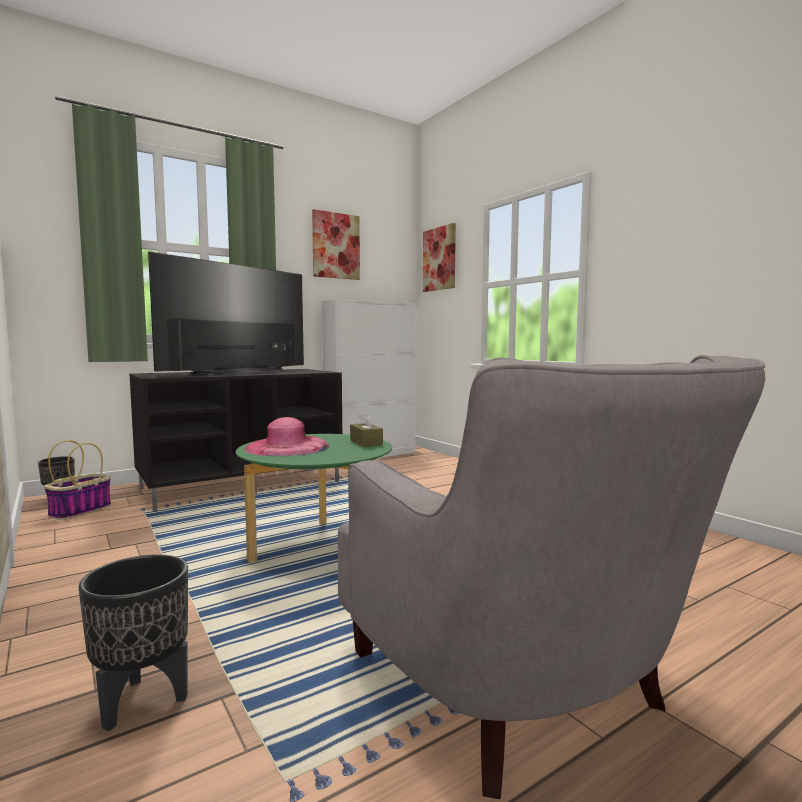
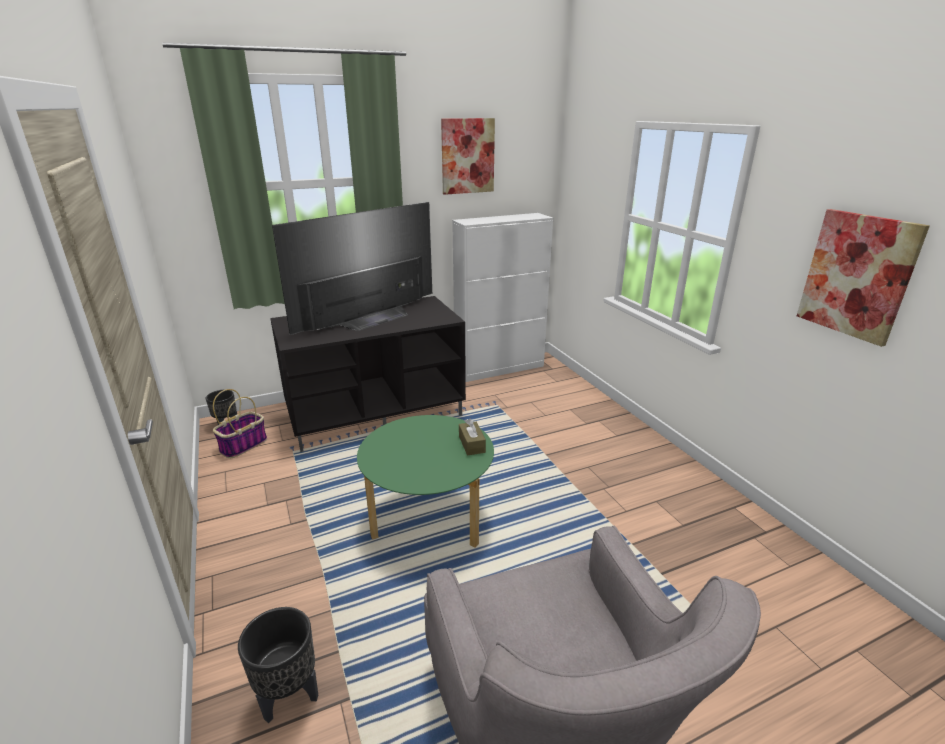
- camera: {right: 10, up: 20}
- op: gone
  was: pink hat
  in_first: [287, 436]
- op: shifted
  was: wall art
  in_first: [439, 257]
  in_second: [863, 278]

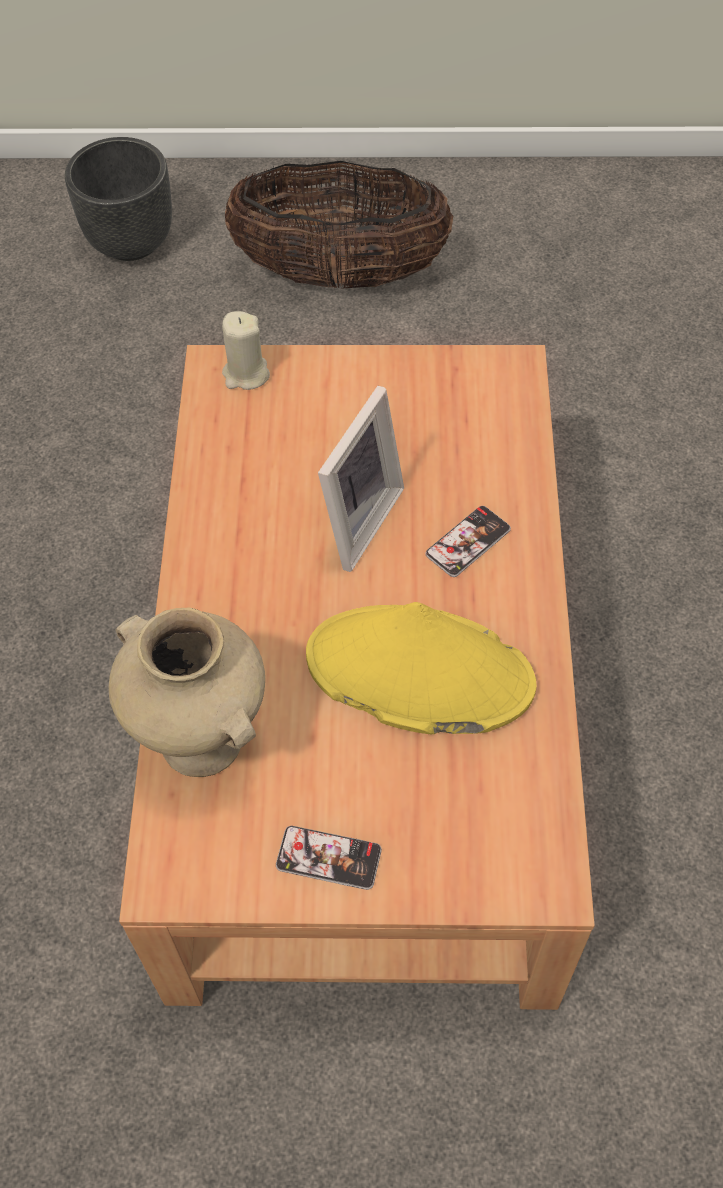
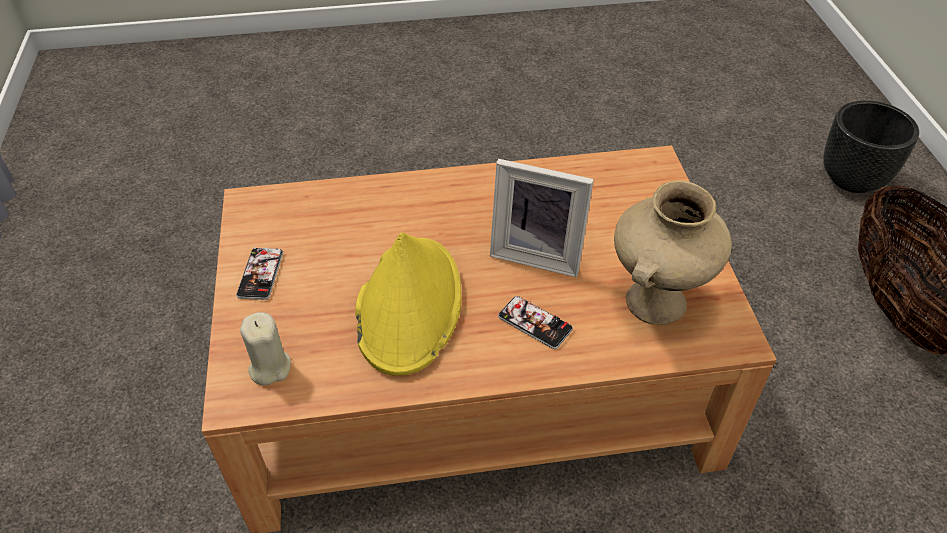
- camera: {right: 80, up: -10}
- op: shifted
  was: beige decorative vase
  in_first: [187, 692]
  in_second: [673, 253]
- op: shifted
  was: beige wax light
  in_first: [246, 350]
  in_second: [265, 348]

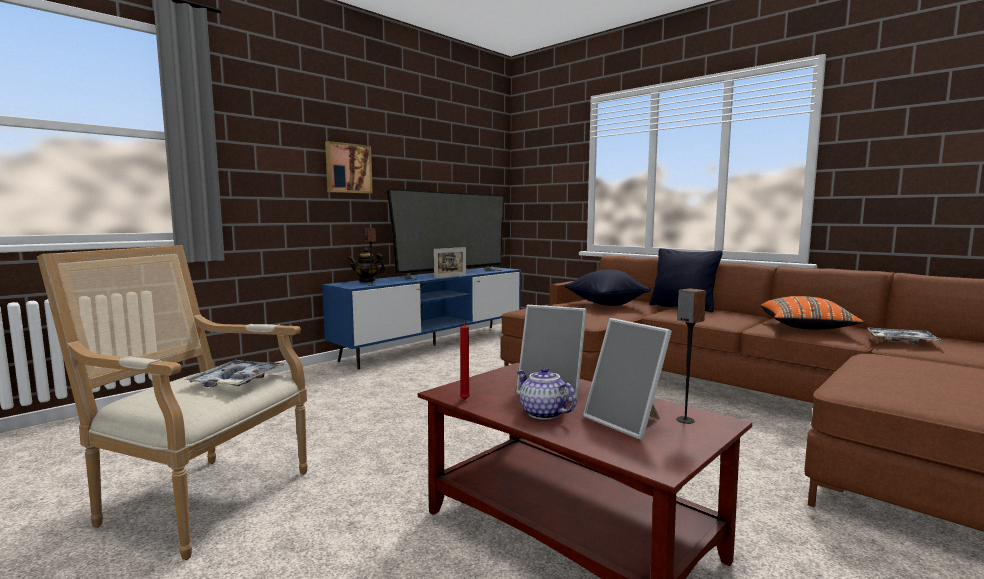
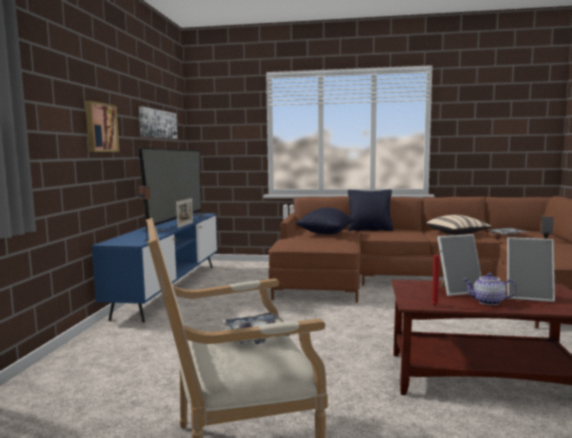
- camera: {right: -35, up: 0}
- op: gone
  was: pot for tea
  in_first: [366, 265]
- op: repainted
  was: orange-coloured throw pillow
  now: beige throw pillow
  in_first: [812, 313]
  in_second: [459, 225]
- op: new
  now: wall art
  in_second: [158, 122]

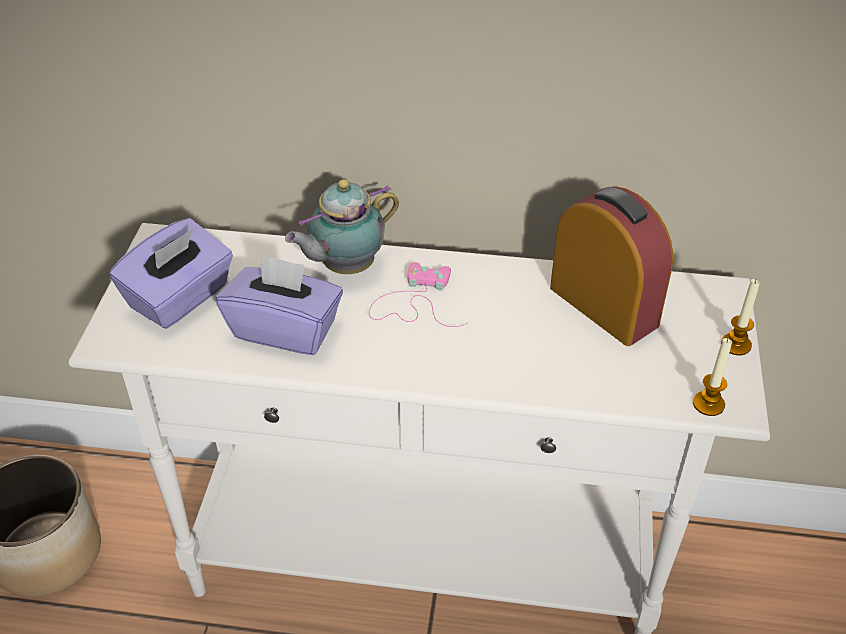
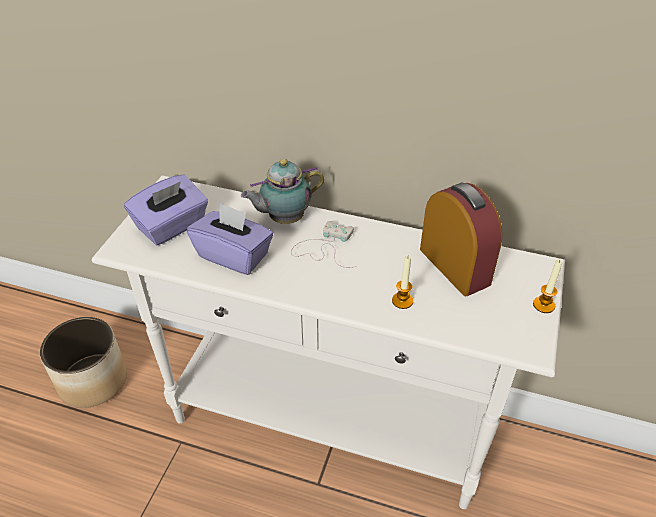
- camera: {right: 10, up: 0}
- op: repainted
  was: pink joypad
  now: white joypad
  in_first: [418, 294]
  in_second: [323, 244]
- op: shifted
  was: wax light
  in_first: [712, 377]
  in_second: [402, 282]

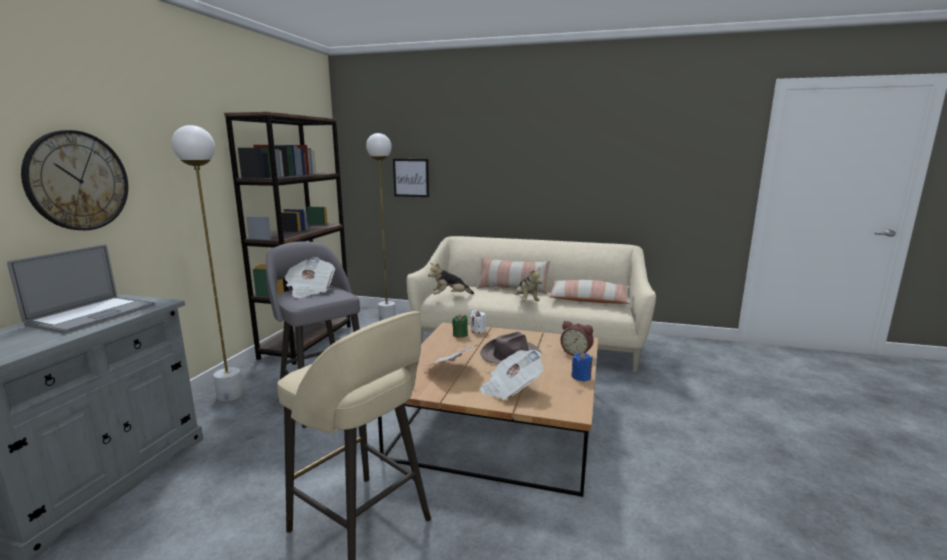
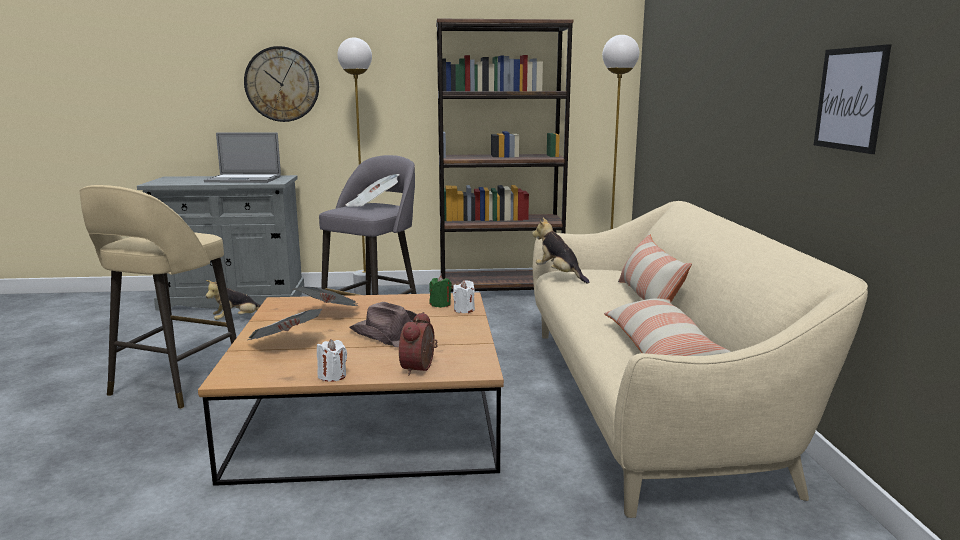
- camera: {right: 70, up: 0}
- op: shifted
  was: wall art
  in_first: [411, 178]
  in_second: [853, 99]
- op: shifted
  was: soft toy
  in_first: [527, 284]
  in_second: [233, 300]
- op: repainted
  was: blue-coloured wax light
  now: white wax light
  in_first: [582, 367]
  in_second: [332, 360]

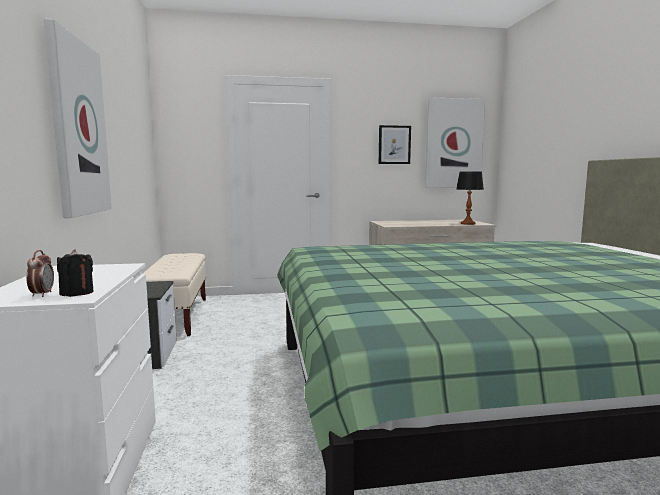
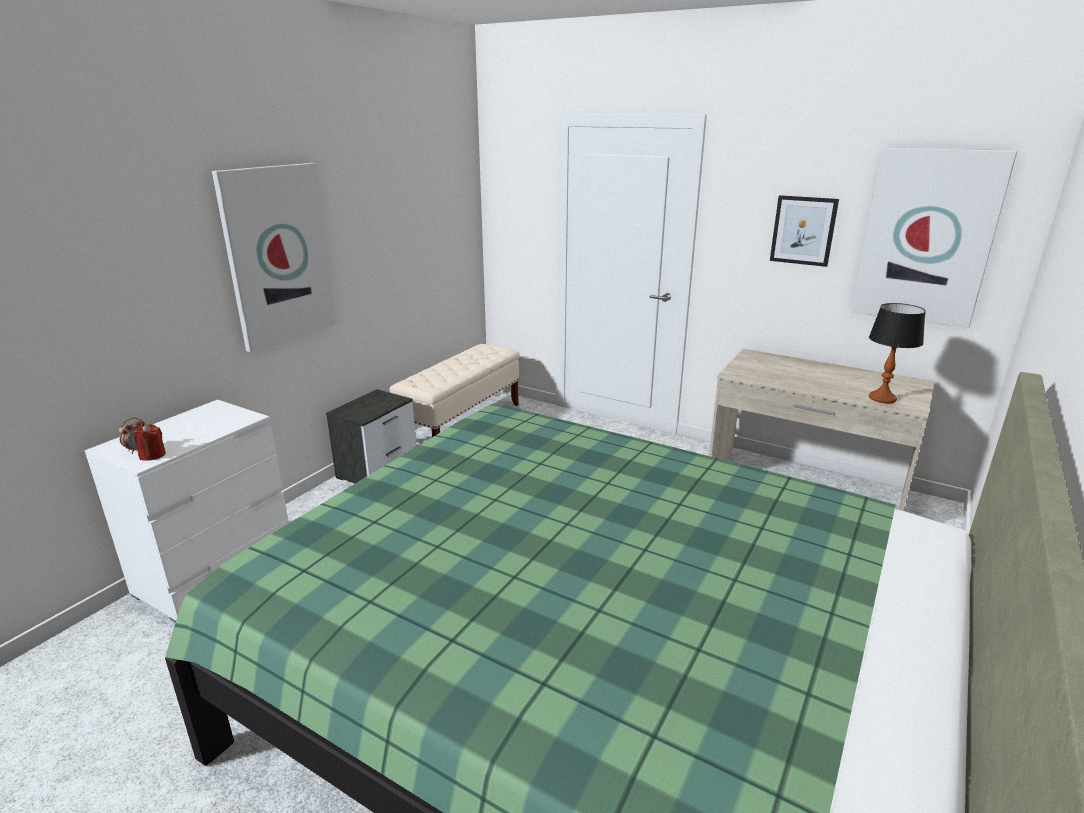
- camera: {right: 40, up: 15}
- op: repainted
  was: blackish wax light
  now: reddish wax light
  in_first: [75, 273]
  in_second: [149, 442]

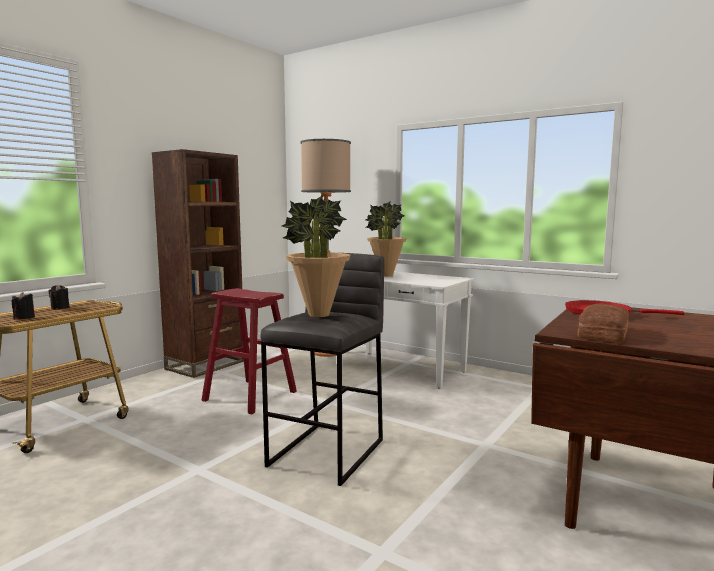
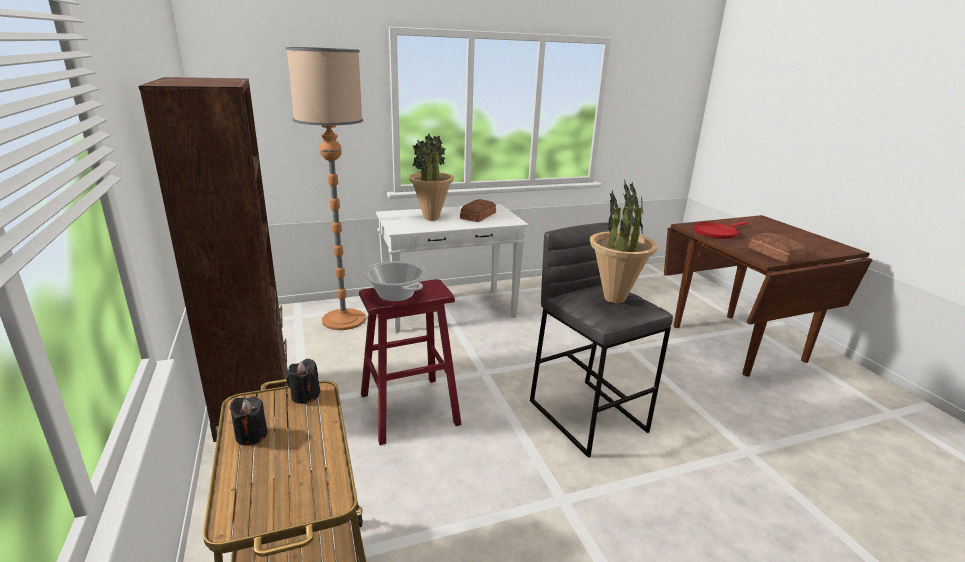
- camera: {right: -55, up: 15}
- op: shifted
  was: blackish wax light
  in_first: [23, 306]
  in_second: [303, 381]
- op: new
  now: saucepot
  in_second: [395, 281]
- op: new
  now: bakery bread
  in_second: [478, 210]

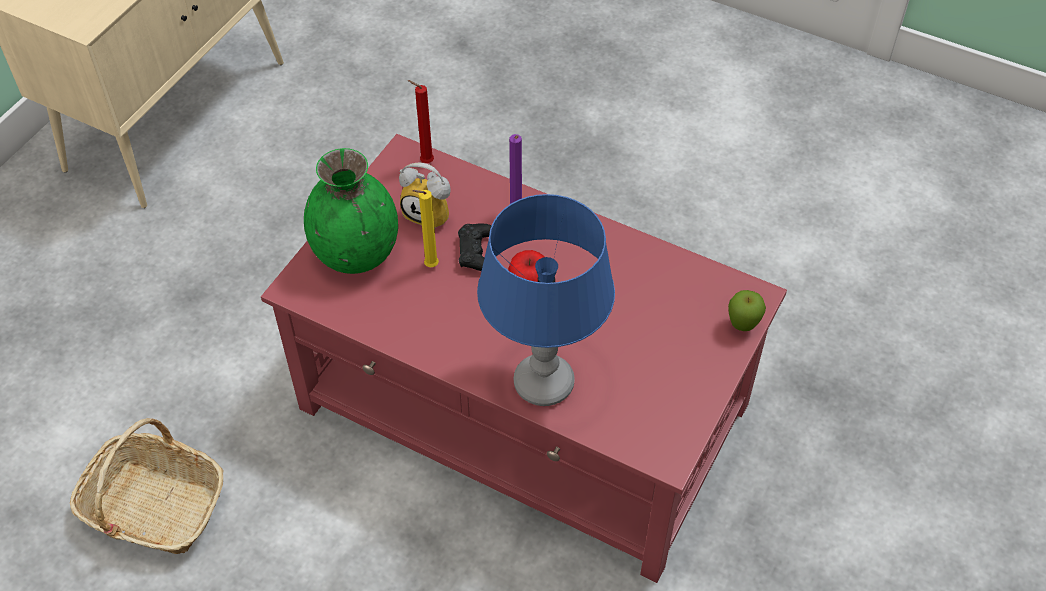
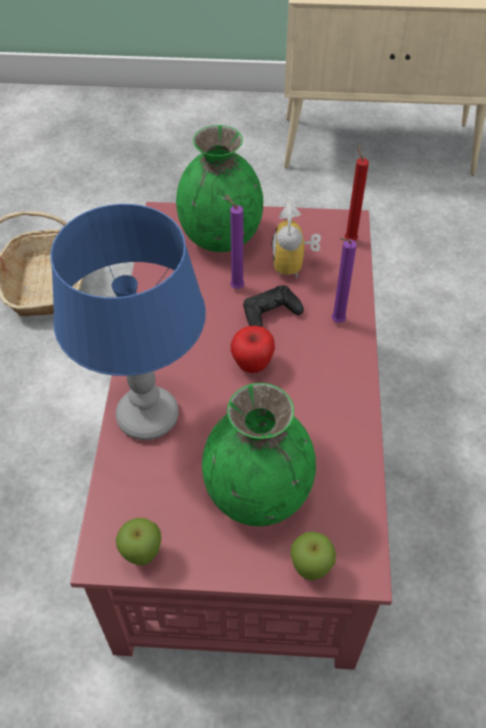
- camera: {right: 65, up: 0}
- op: repainted
  was: yellowish wax light
  now: purple-coloured wax light
  in_first: [425, 228]
  in_second: [235, 241]
- op: new
  now: whole apple
  in_second: [138, 541]
- op: new
  now: green decorative vase
  in_second: [259, 454]

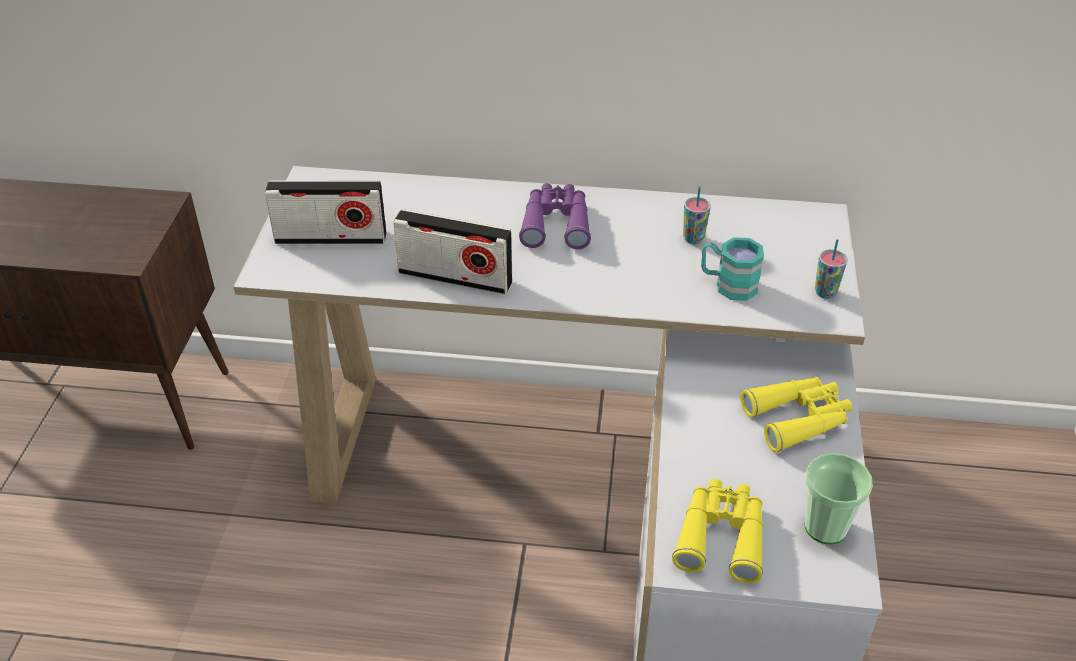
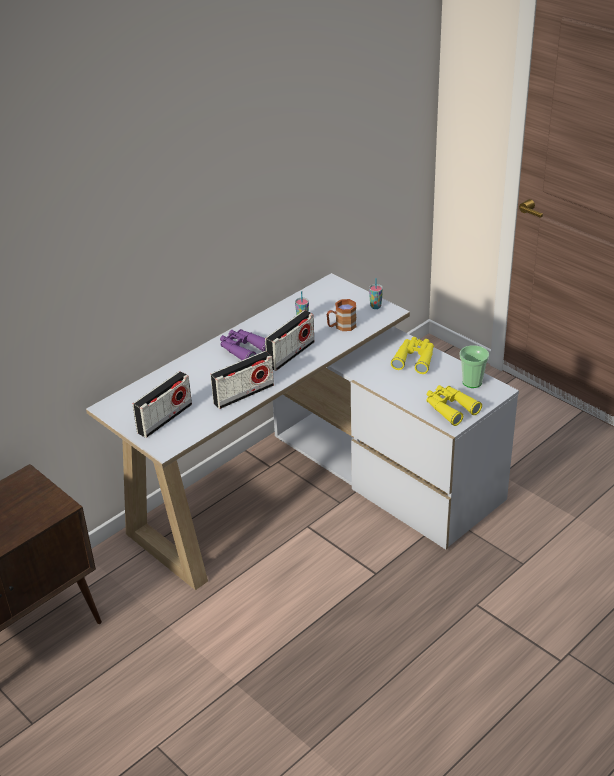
- camera: {right: -50, up: -5}
- op: repainted
  was: blue-green tea mug
  now: brown tea mug
  in_first: [732, 269]
  in_second: [342, 315]
- op: new
  now: radio set
  in_second: [289, 340]

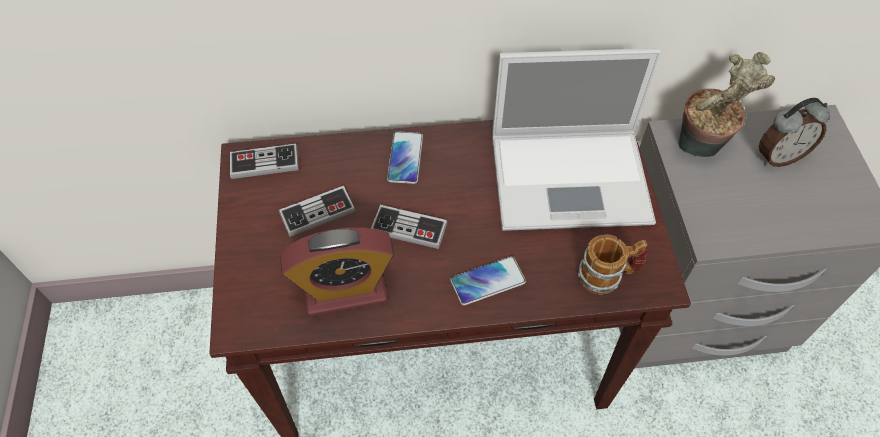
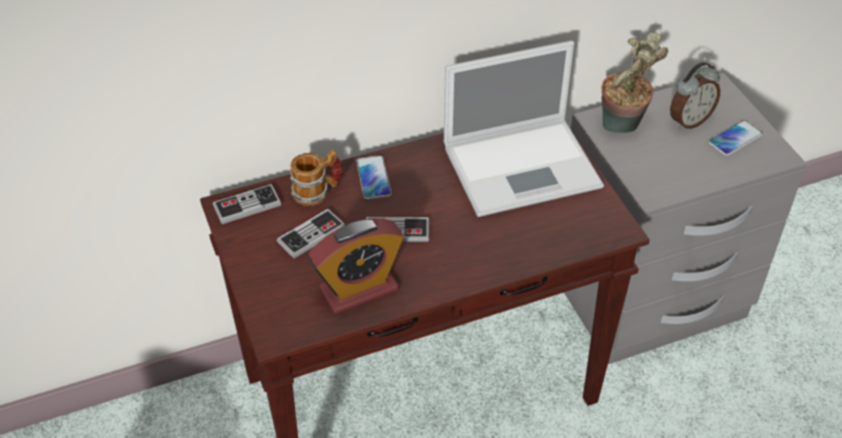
- camera: {right: -15, up: -10}
- op: shifted
  was: phone
  in_first: [488, 280]
  in_second: [735, 138]
- op: shifted
  was: tea mug
  in_first: [612, 264]
  in_second: [316, 178]

